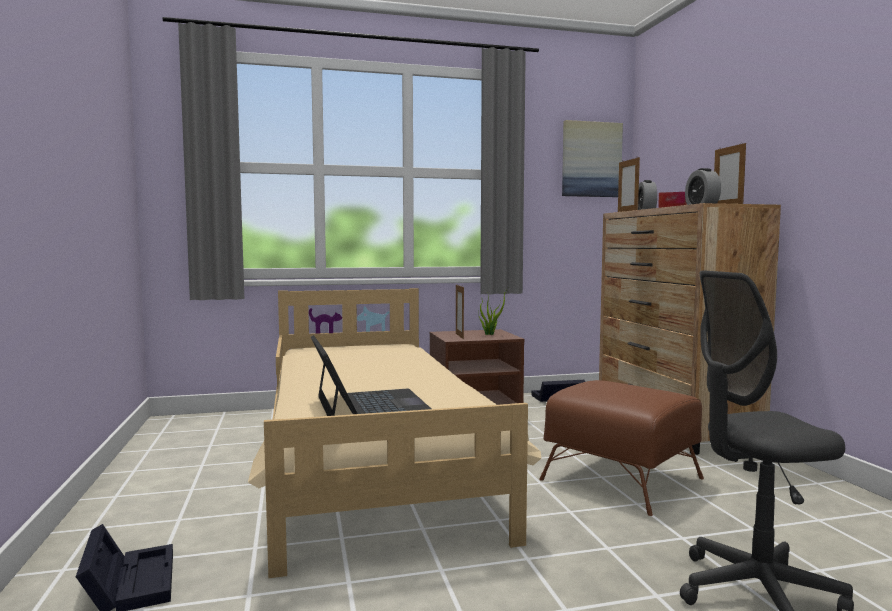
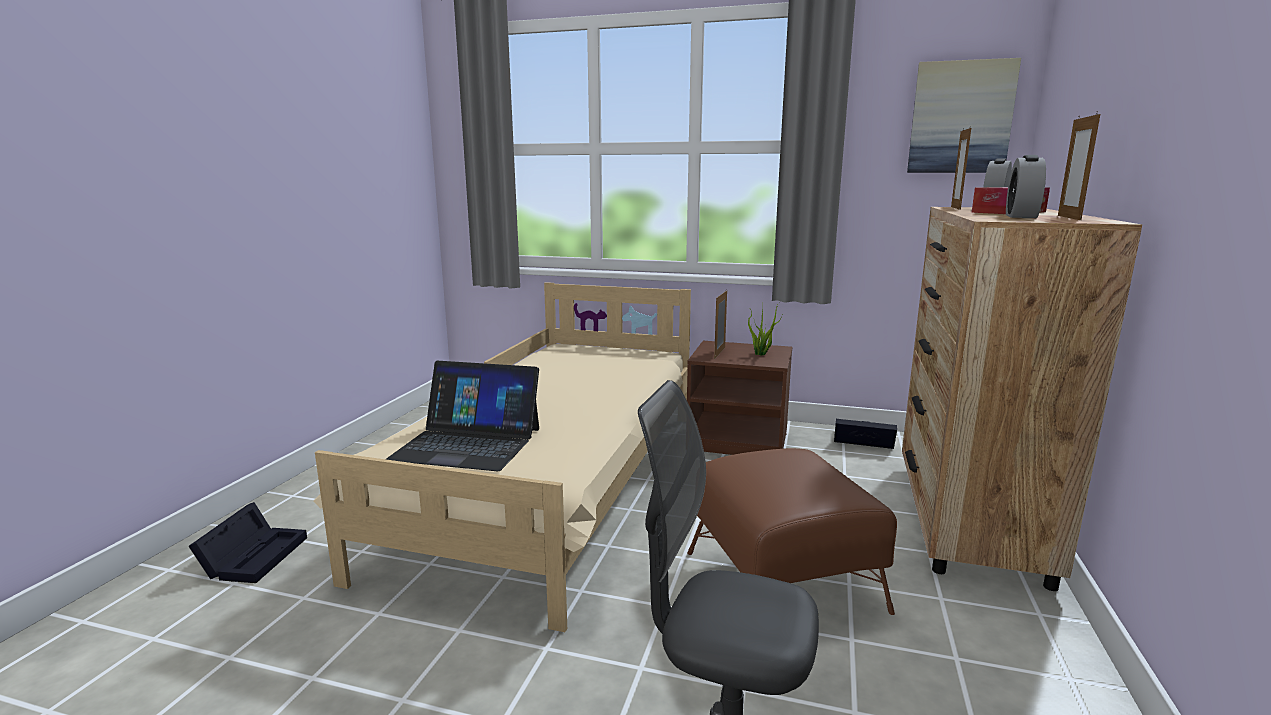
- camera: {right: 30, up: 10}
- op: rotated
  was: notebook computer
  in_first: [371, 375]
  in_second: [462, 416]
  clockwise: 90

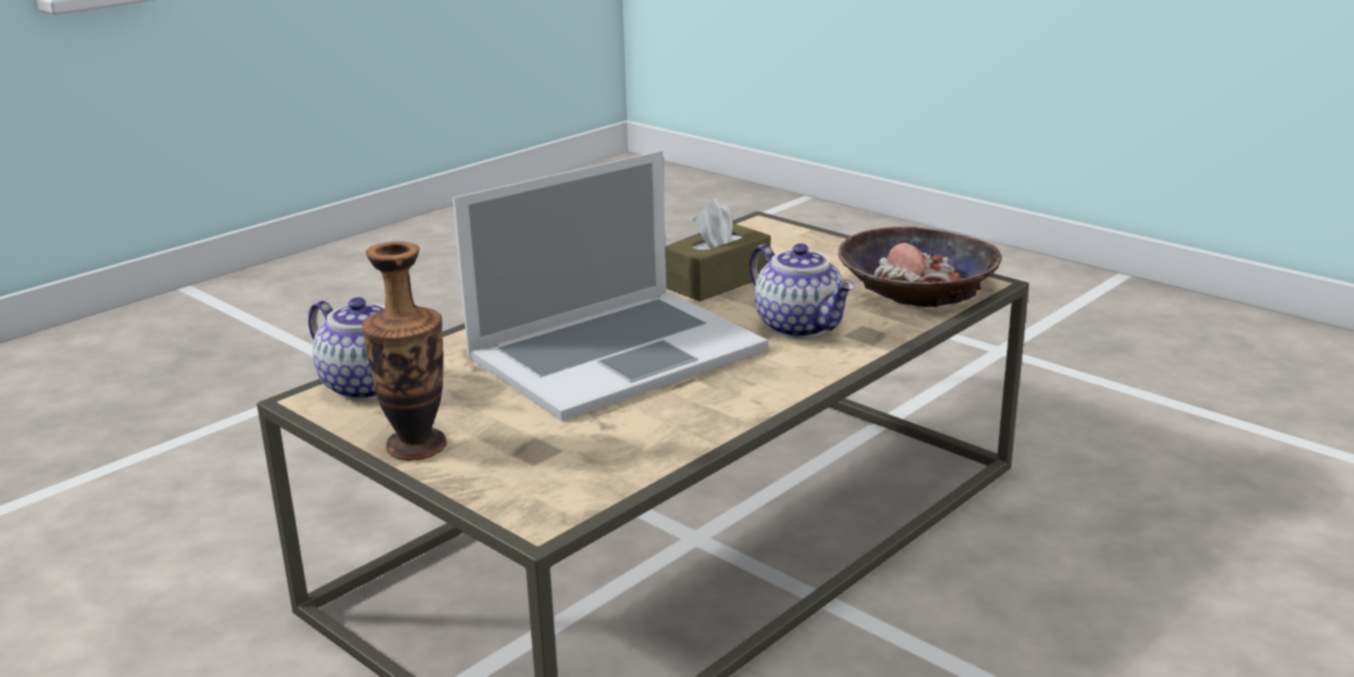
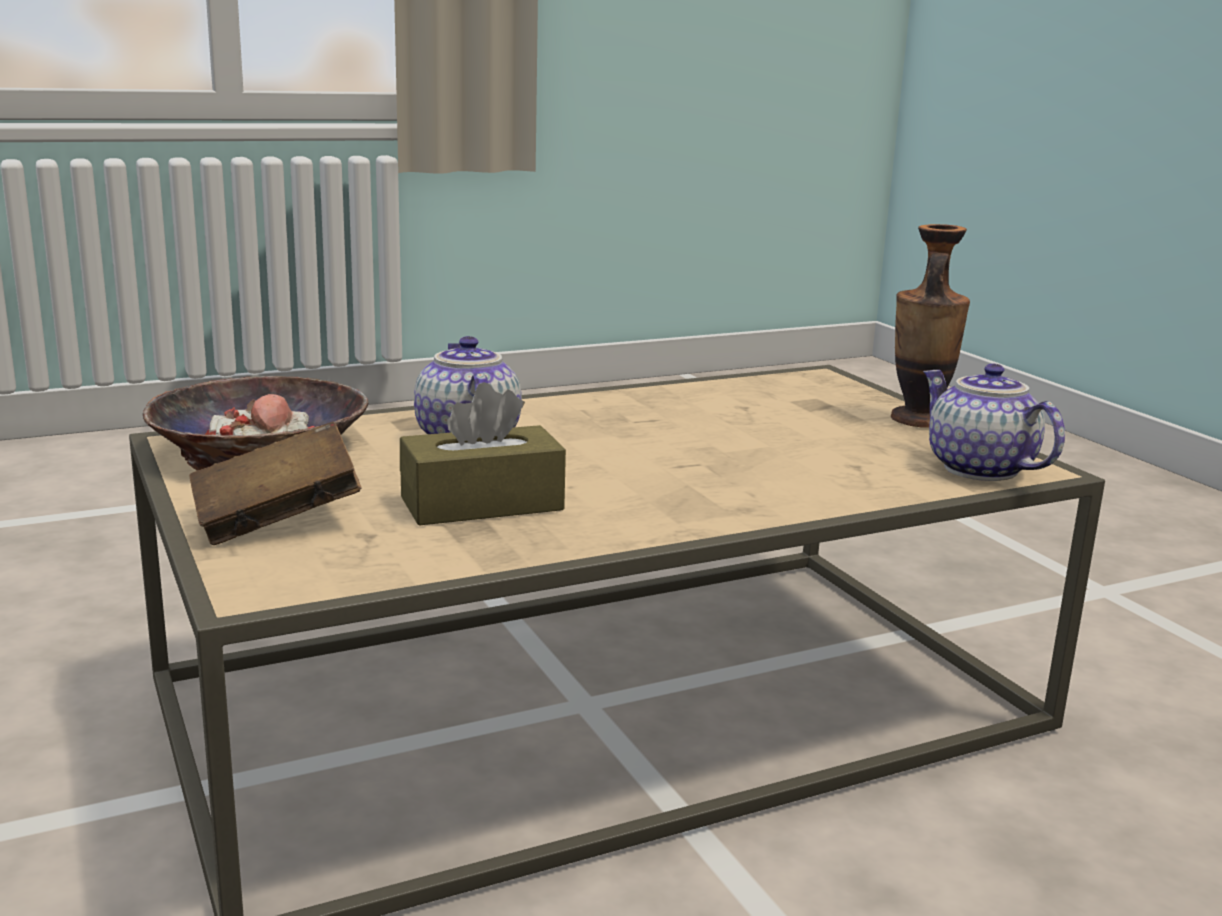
- camera: {right: -160, up: -5}
- op: gone
  was: notebook computer
  in_first: [610, 286]
- op: new
  now: brown bound book
  in_second: [275, 483]

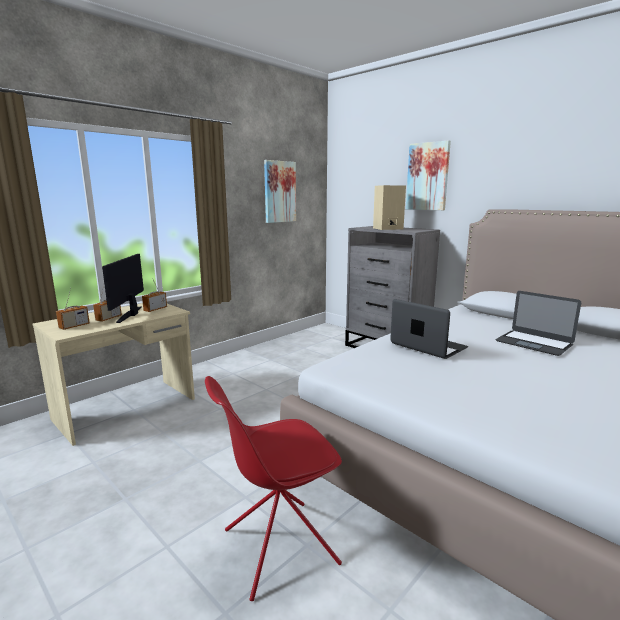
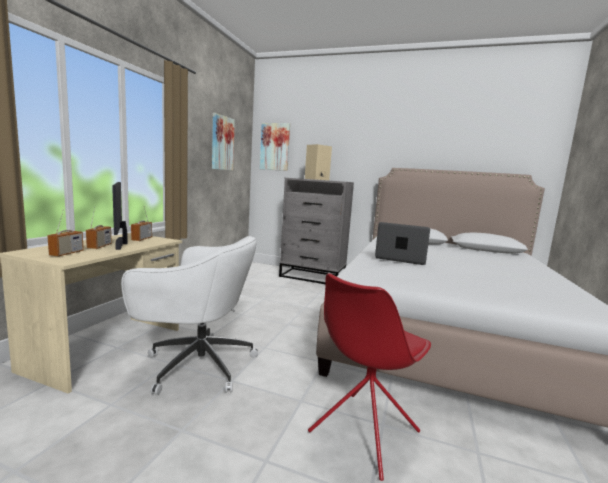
- camera: {right: -25, up: -5}
- op: shifted
  was: wall art
  in_first: [428, 175]
  in_second: [275, 147]
- op: gone
  was: notebook computer
  in_first: [538, 323]
- op: new
  now: white office chair
  in_second: [189, 315]

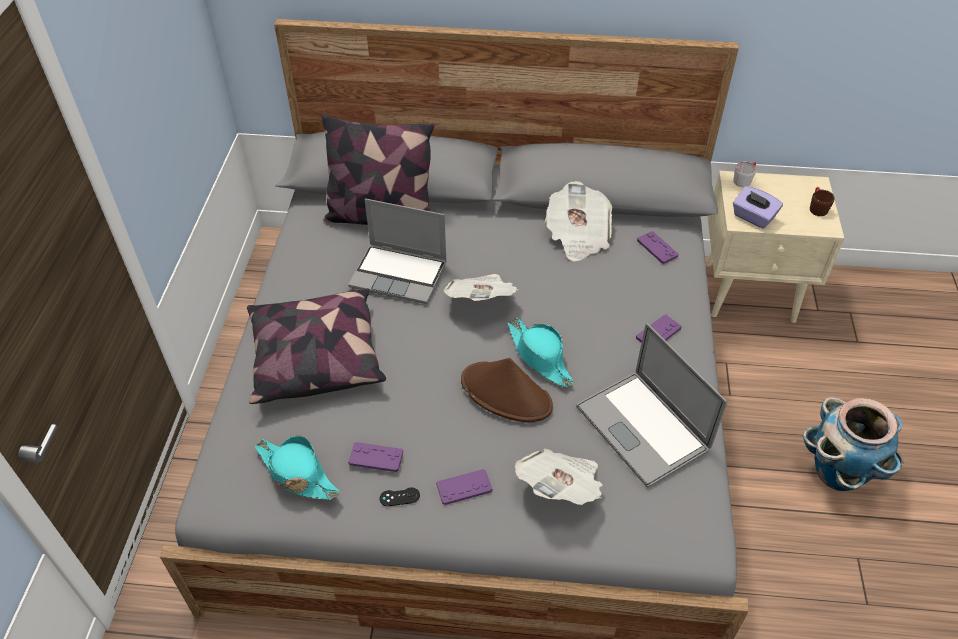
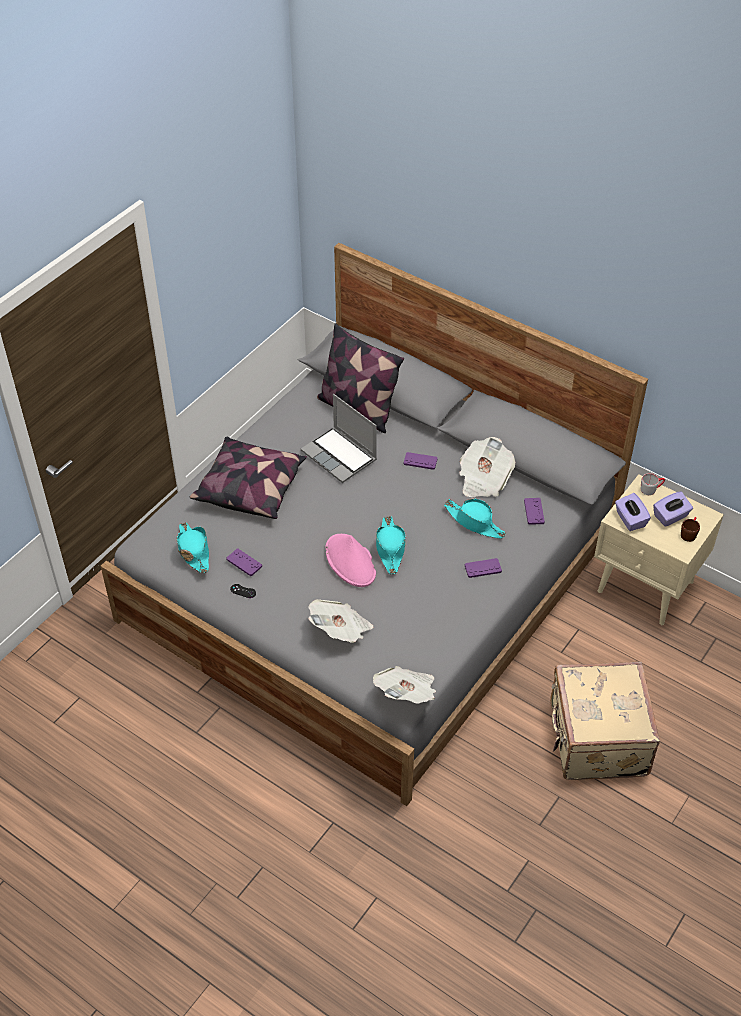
- camera: {right: 30, up: 0}
- op: shifted
  was: purple-coloured joypad
  in_first: [464, 487]
  in_second: [420, 461]
- op: shifted
  was: newspaper
  in_first: [480, 287]
  in_second: [404, 685]
- op: repainted
  was: brown hat
  now: pink hat
  in_first: [507, 390]
  in_second: [350, 560]
- op: gone
  was: notebook computer
  in_first: [651, 405]
- op: swapped
  was: planter
  now: beige piece of luggage
  in_first: [853, 444]
  in_second: [605, 721]
- op: new
  now: blue-green hat
  in_second: [475, 518]
- op: new
  now: purple-coloured tissue holder
  in_second: [673, 509]

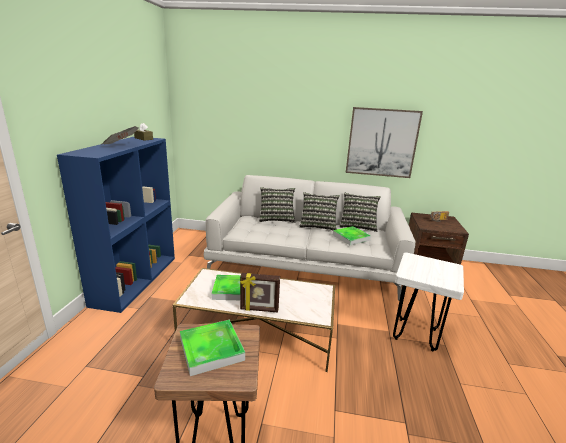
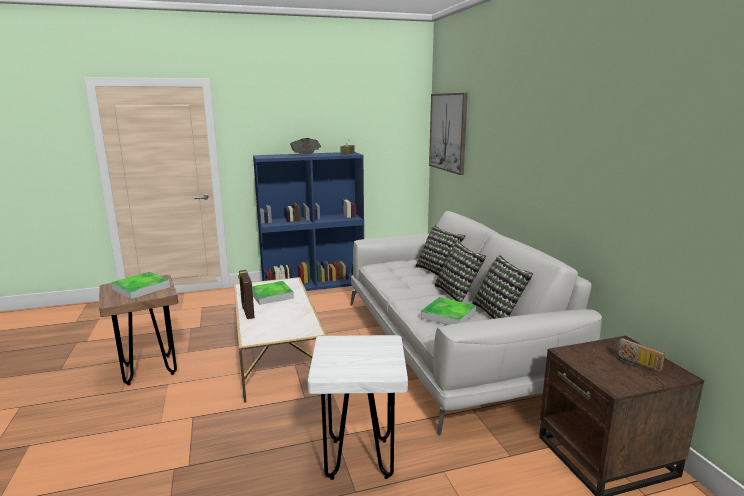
- camera: {right: 65, up: -5}
- op: shifted
  was: wall art
  in_first: [384, 142]
  in_second: [448, 134]

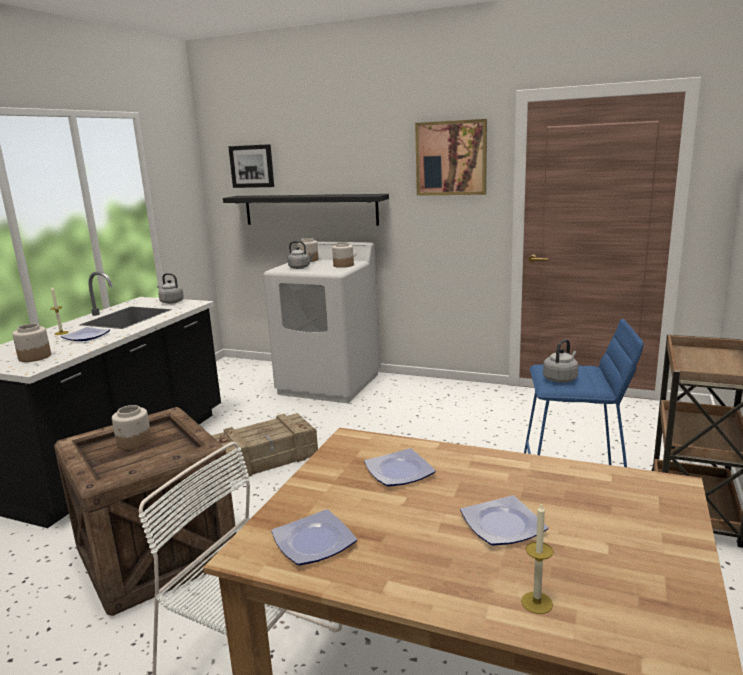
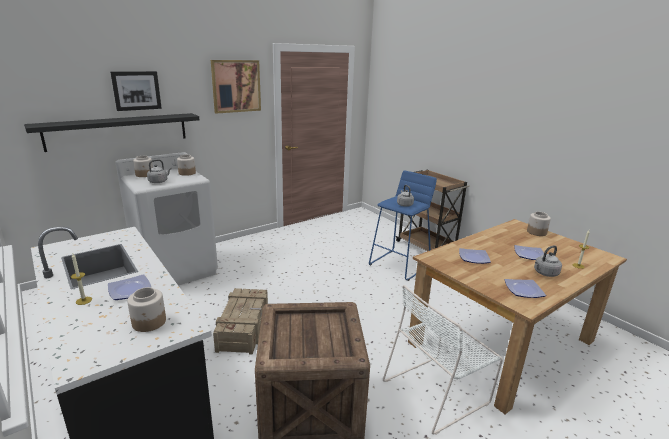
- camera: {right: -60, up: 5}
- op: shifted
  was: jar
  in_first: [132, 427]
  in_second: [539, 224]
- op: shifted
  was: greyish water kettle
  in_first: [170, 288]
  in_second: [548, 261]
- op: shifted
  was: wall art
  in_first: [251, 166]
  in_second: [136, 91]

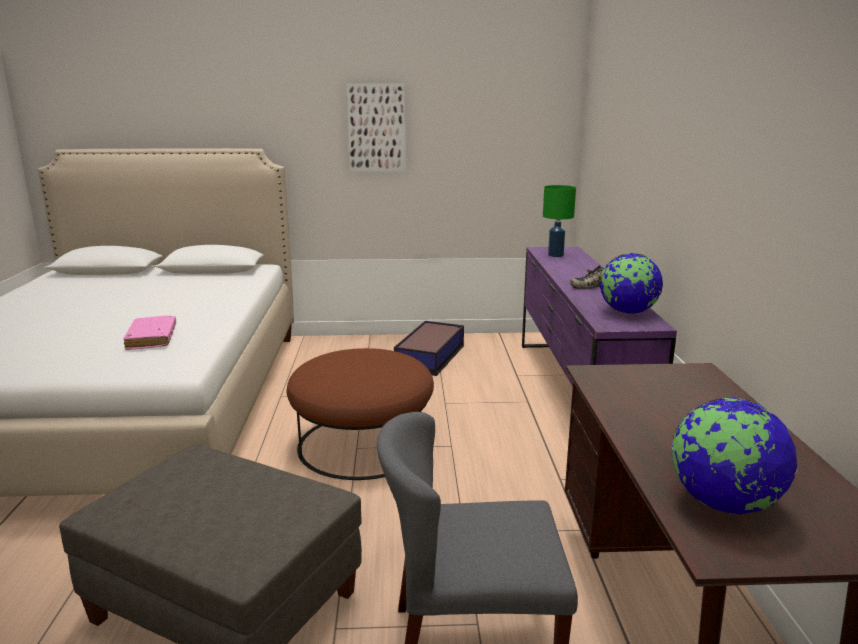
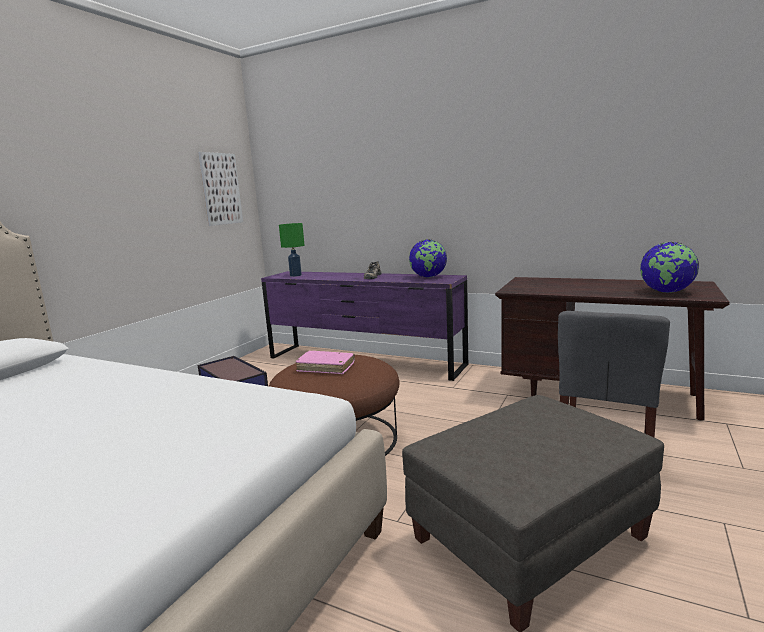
- camera: {right: -60, up: -5}
- op: shifted
  was: pink bound book
  in_first: [149, 333]
  in_second: [325, 362]
- op: shifted
  was: wall art
  in_first: [376, 127]
  in_second: [220, 189]

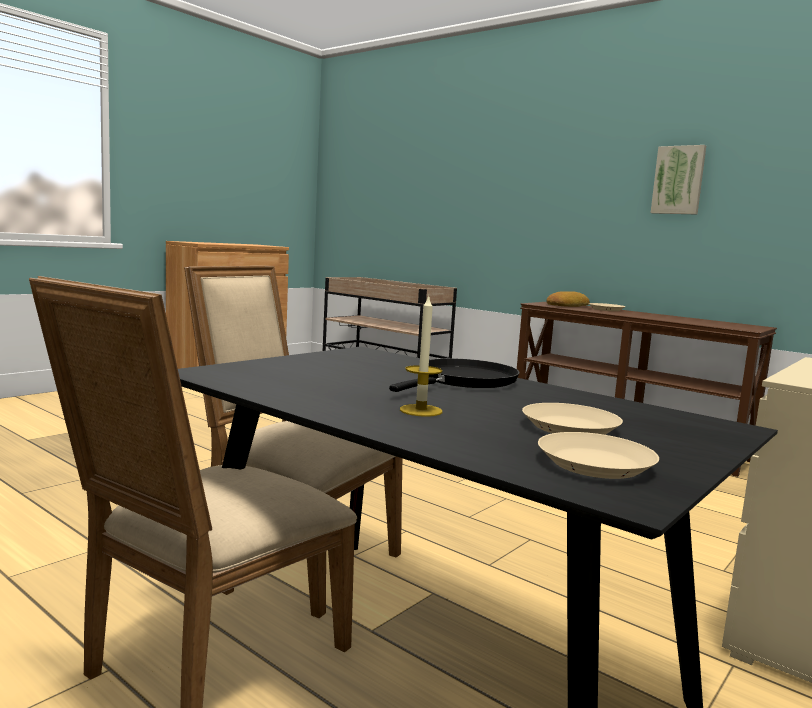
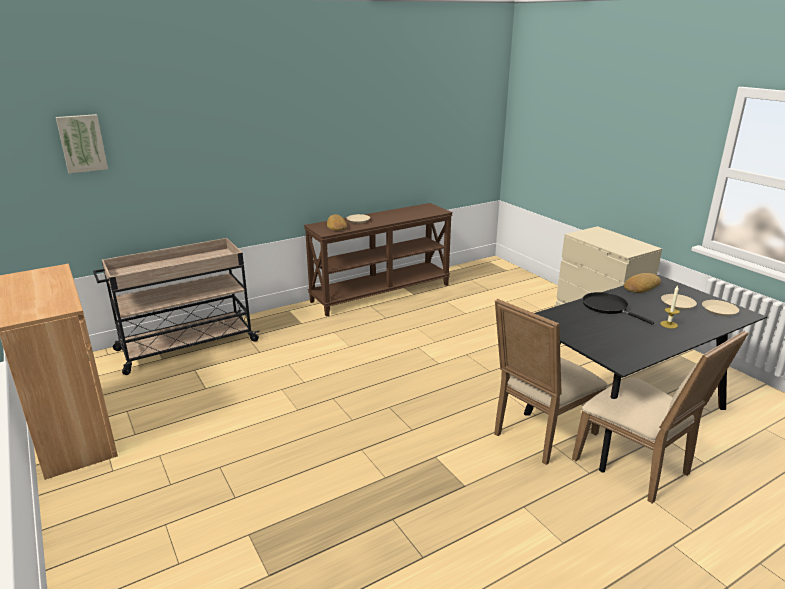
- camera: {right: -70, up: 15}
- op: shifted
  was: wall art
  in_first: [678, 179]
  in_second: [82, 144]
- op: new
  now: bakery bread
  in_second: [642, 283]

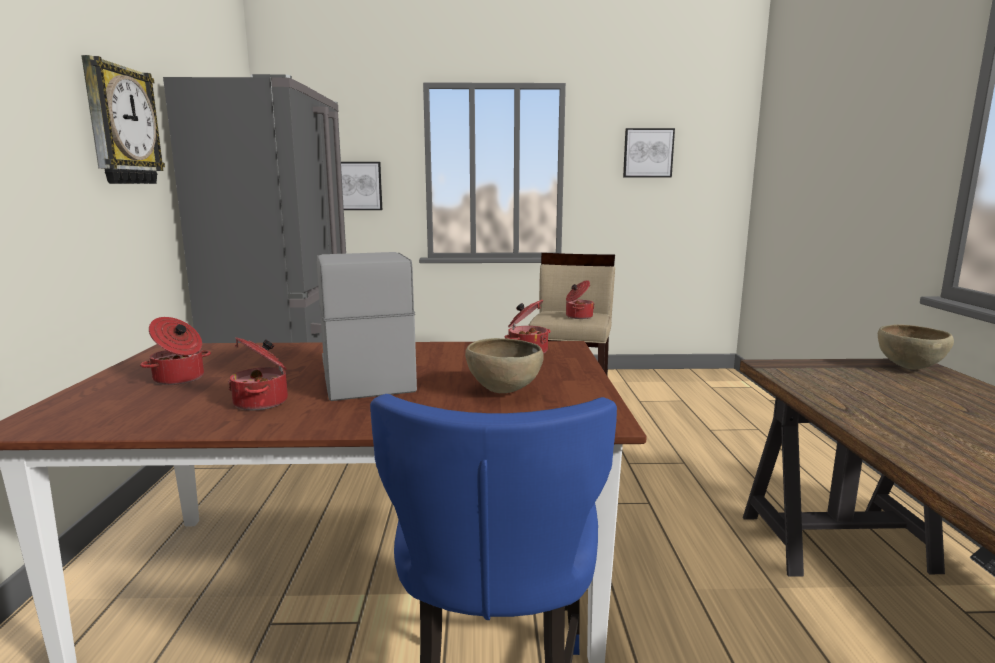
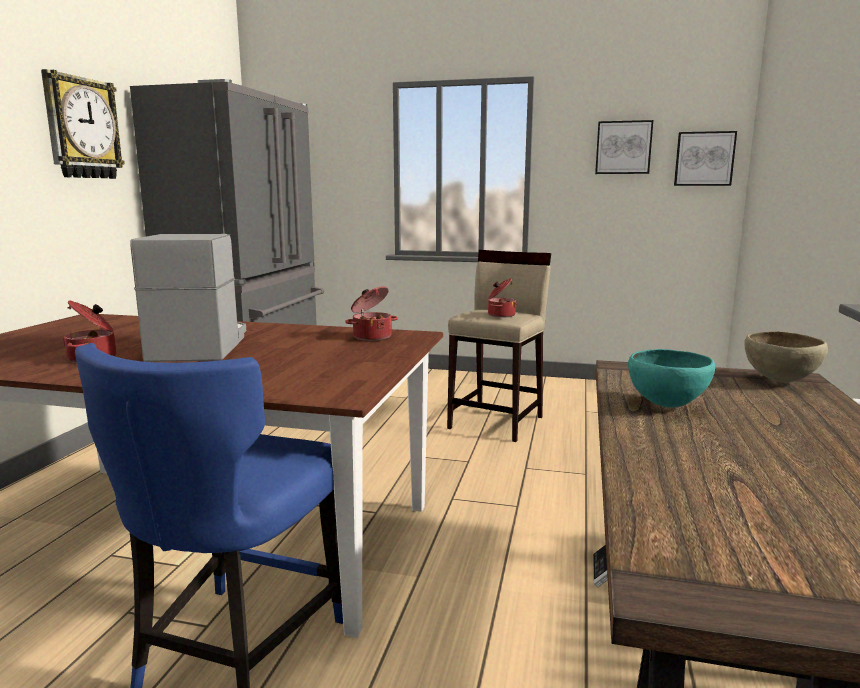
- camera: {right: 15, up: 0}
- op: gone
  was: saucepot
  in_first: [175, 351]
- op: shifted
  was: wall art
  in_first: [361, 186]
  in_second: [705, 158]
- op: gone
  was: brown deep dish
  in_first: [504, 365]
- op: new
  now: blue-green deep dish
  in_second: [671, 378]

